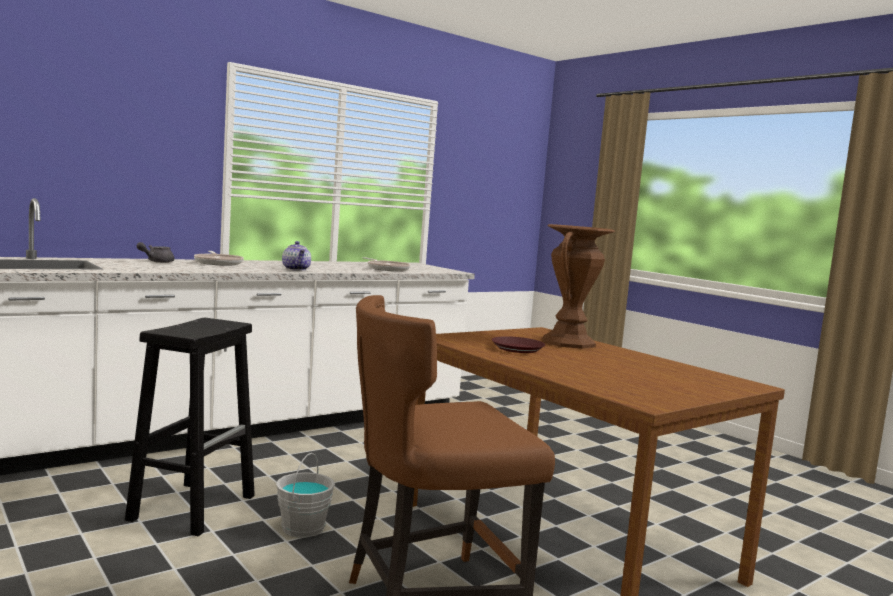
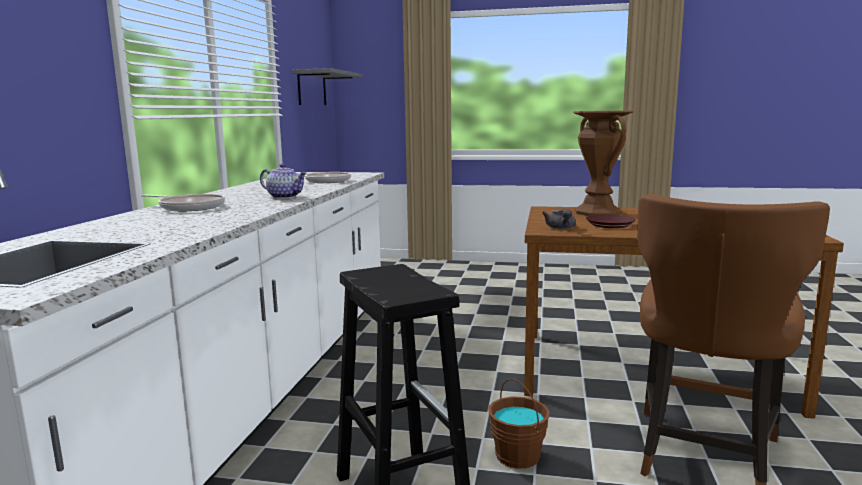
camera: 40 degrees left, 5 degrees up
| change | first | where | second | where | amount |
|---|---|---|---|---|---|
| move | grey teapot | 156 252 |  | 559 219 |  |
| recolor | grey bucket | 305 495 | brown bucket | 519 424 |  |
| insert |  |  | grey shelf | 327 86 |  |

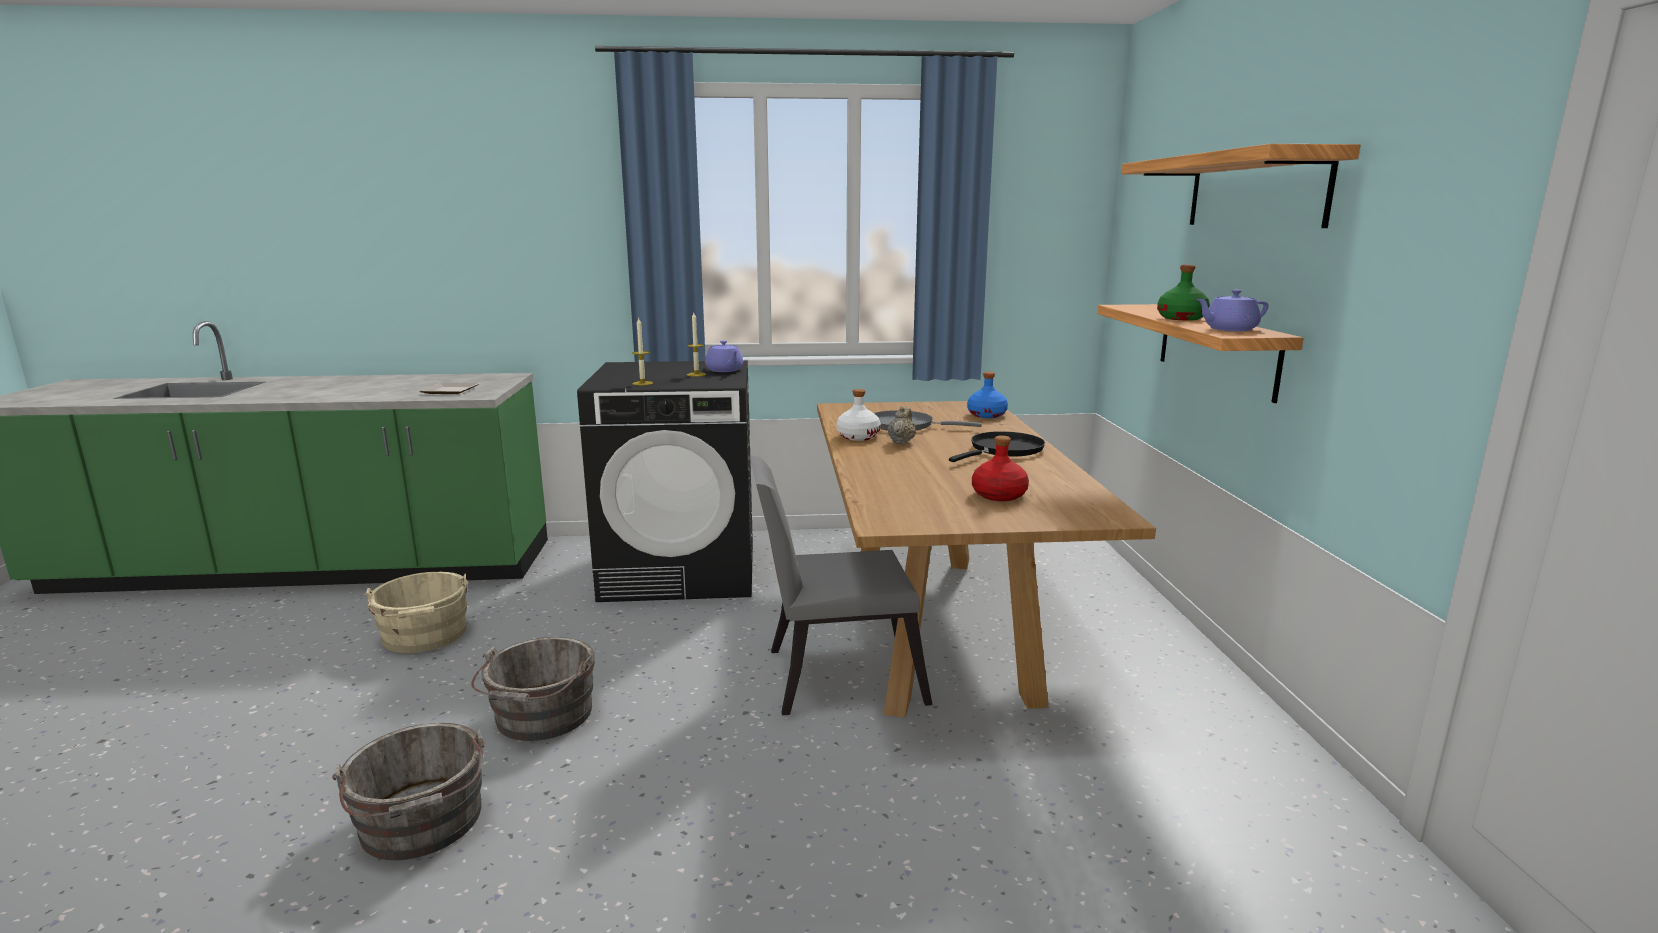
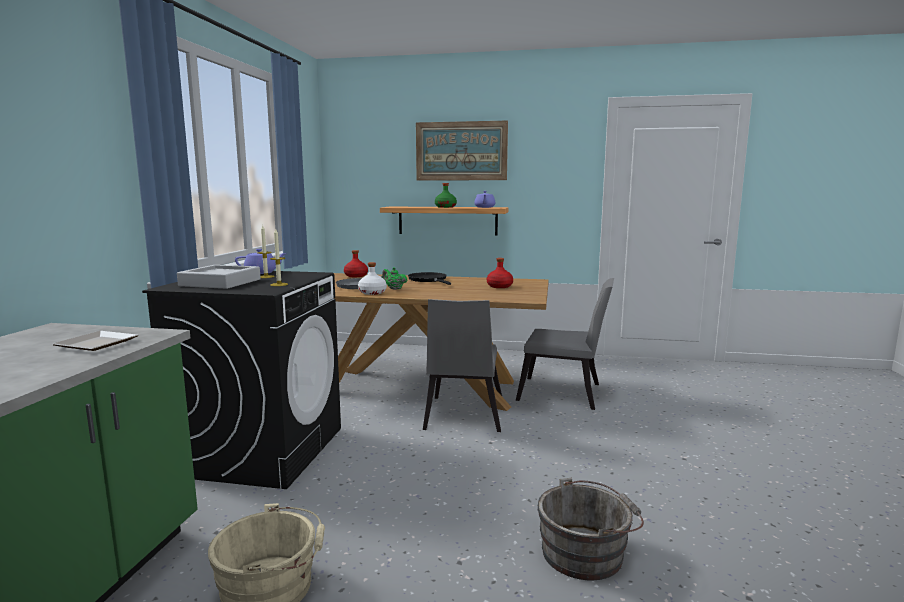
camera: 75 degrees left, 5 degrees down
| change | first | where | second | where | amount |
|---|---|---|---|---|---|
| replace | shelf | 1241 186 | picture | 462 150 |  |
| recolor | blue bottle | 987 395 | red bottle | 356 263 |  |
| recolor | beige teapot | 902 425 | green teapot | 394 278 |  |
| delete | grey bucket | 533 689 |  |  |  |
| insert |  |  | grey tray | 219 277 |  |
| insert |  |  | grey chair | 565 344 |  |

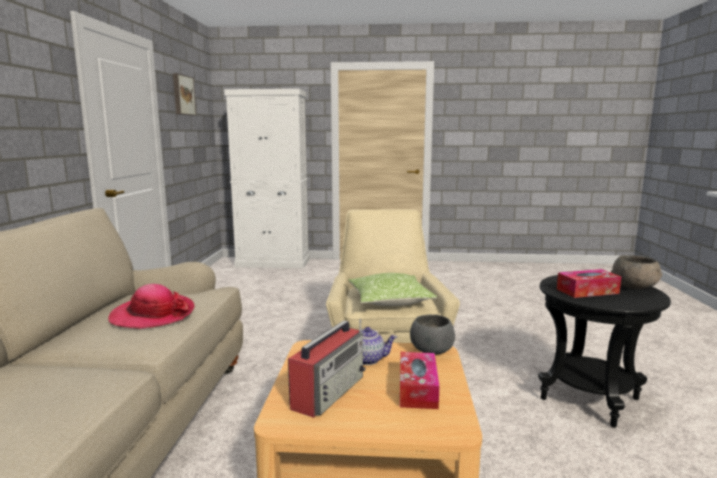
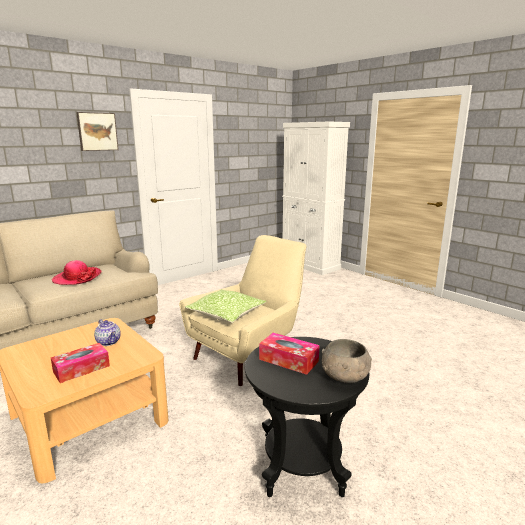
camera: 45 degrees right, 5 degrees up
| change | first | where | second | where | amount |
|---|---|---|---|---|---|
| move | picture | 184 94 |  | 97 131 |  |
| delete | grey bowl | 432 334 |  |  |  |
| delete | radio | 327 368 |  |  |  |

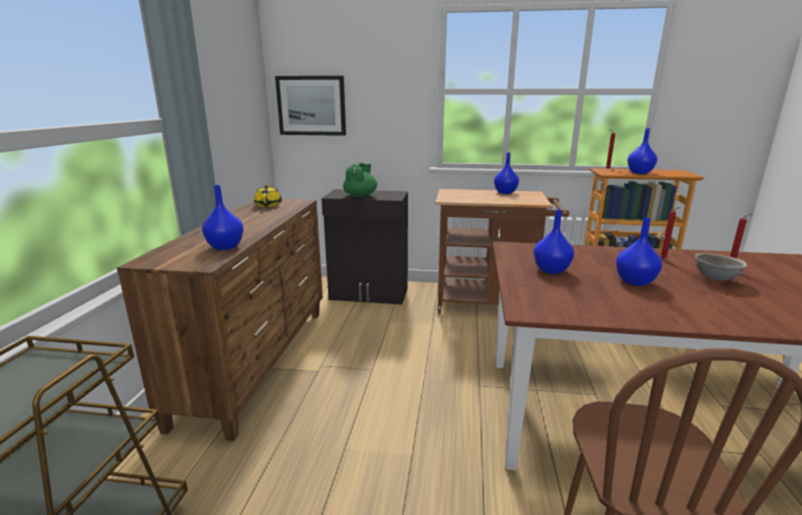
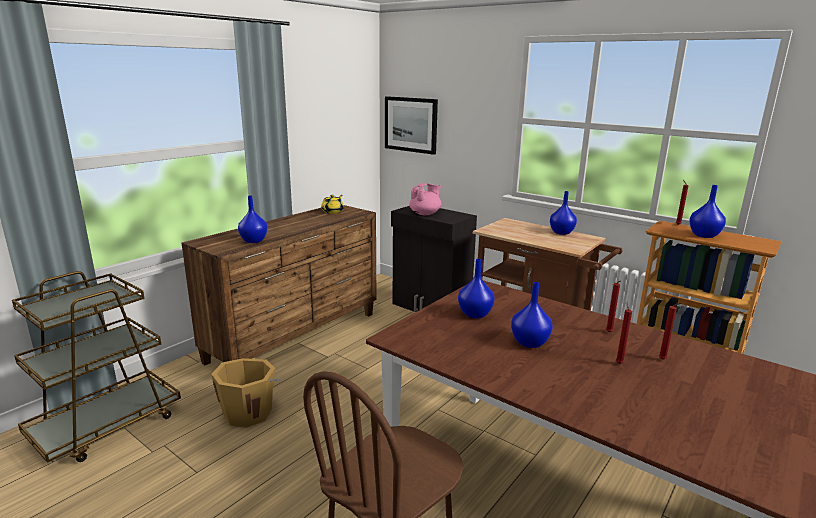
camera: 30 degrees right, 0 degrees up
| change | first | where | second | where | amount |
|---|---|---|---|---|---|
| recolor | green teapot | 360 180 | pink teapot | 425 199 |  |
| replace | grey bowl | 721 267 | red candle | 624 333 |  |
| insert |  |  | orange bucket | 246 392 |  |

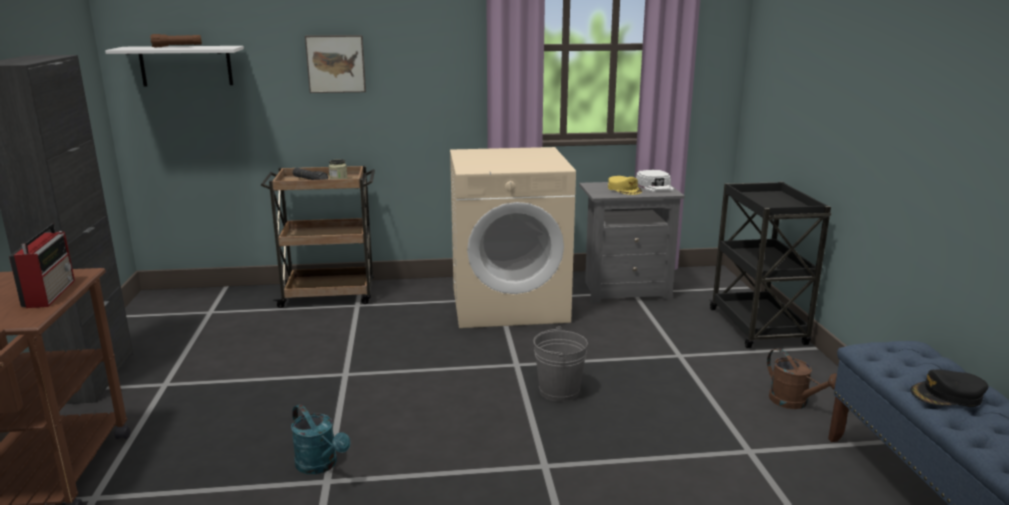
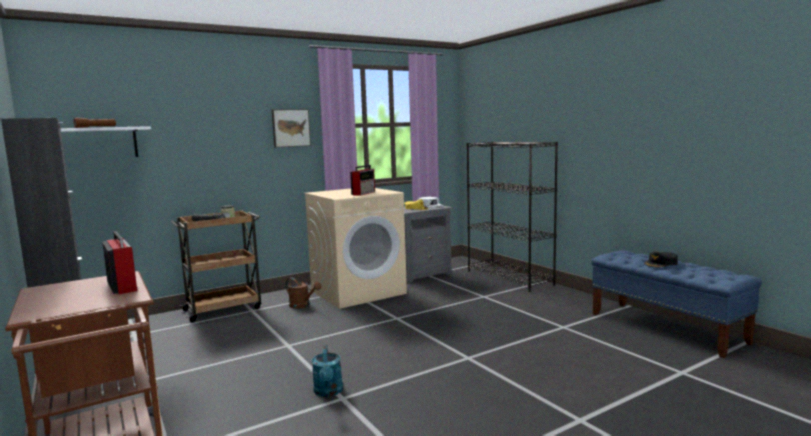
camera: 25 degrees left, 10 degrees down
| change | first | where | second | where | amount |
|---|---|---|---|---|---|
| move | picture | 335 64 |  | 291 128 |  |
| replace | black cart | 770 265 | black bookcase | 512 217 |  |
| delete | grey bucket | 560 364 |  |  |  |
| move | brown watering can | 802 378 |  | 303 293 |  |
| rotate | turquoise watering can | 320 439 |  | 327 370 | 60 degrees clockwise |
| insert |  |  | radio | 362 180 |  |

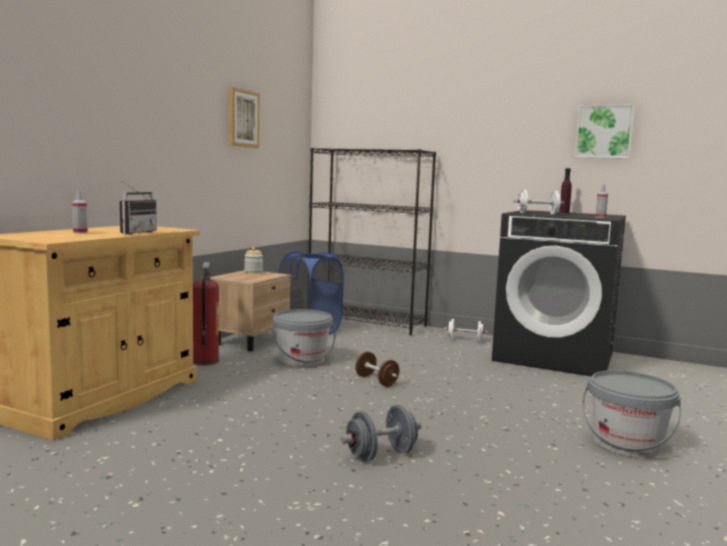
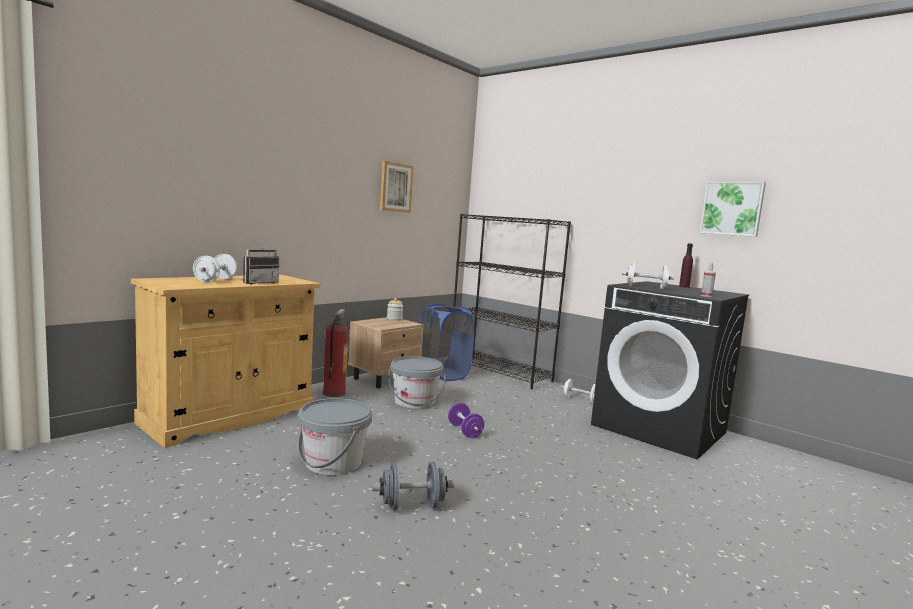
camera: 15 degrees right, 0 degrees up
| change | first | where | second | where | amount |
|---|---|---|---|---|---|
| replace | spray bottle | 80 212 | white dumbbell | 215 268 |  |
| recolor | brown dumbbell | 377 369 | purple dumbbell | 466 420 |  |
| move | grey bucket | 631 414 |  | 335 436 |  |

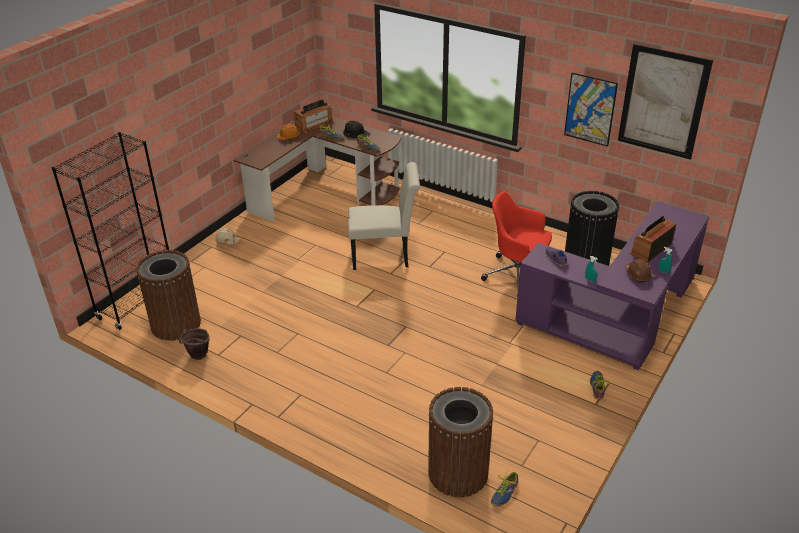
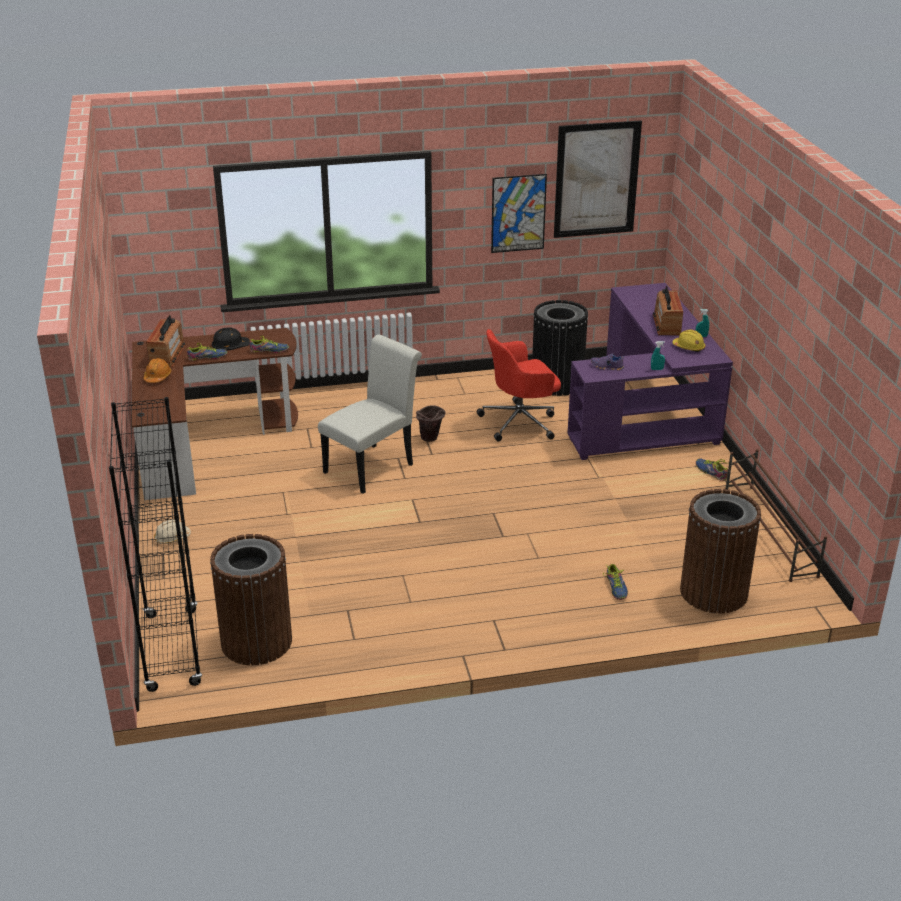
camera: 45 degrees left, 5 degrees down
| change | first | where | second | where | amount |
|---|---|---|---|---|---|
| recolor | brown hard hat | 638 270 | yellow hard hat | 689 341 |  |
| move | brown bucket | 194 344 |  | 430 423 |  |
| move | shoe | 504 488 |  | 615 582 |  |
| insert |  |  | brown shoe rack | 776 515 |  |

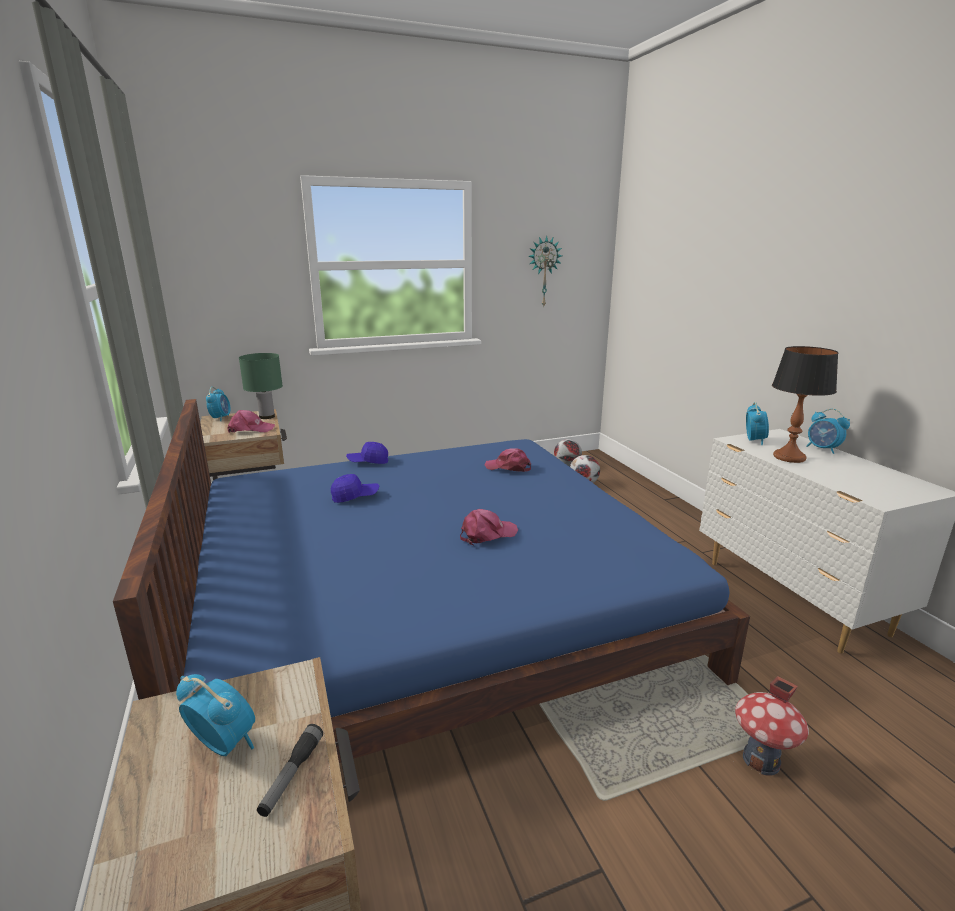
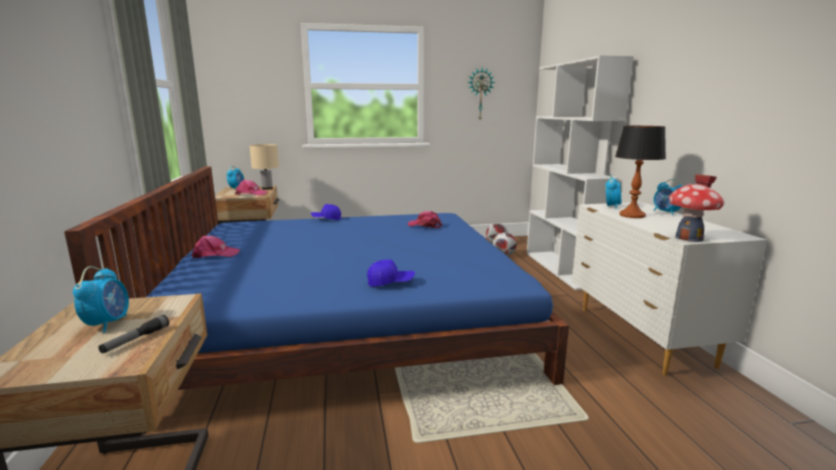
camera: 10 degrees right, 5 degrees down
| change | first | where | second | where | amount |
|---|---|---|---|---|---|
| recolor | green table lamp | 261 386 | beige table lamp | 264 167 |  |
| move | blue cap | 355 488 |  | 391 273 |  |
| move | pink cap | 489 527 |  | 216 247 |  |
| rotate | alarm clock | 215 715 |  | 101 299 | 45 degrees clockwise |
| move | toy house | 772 726 |  | 697 208 |  |
| insert |  |  | white bookcase | 580 172 |  |

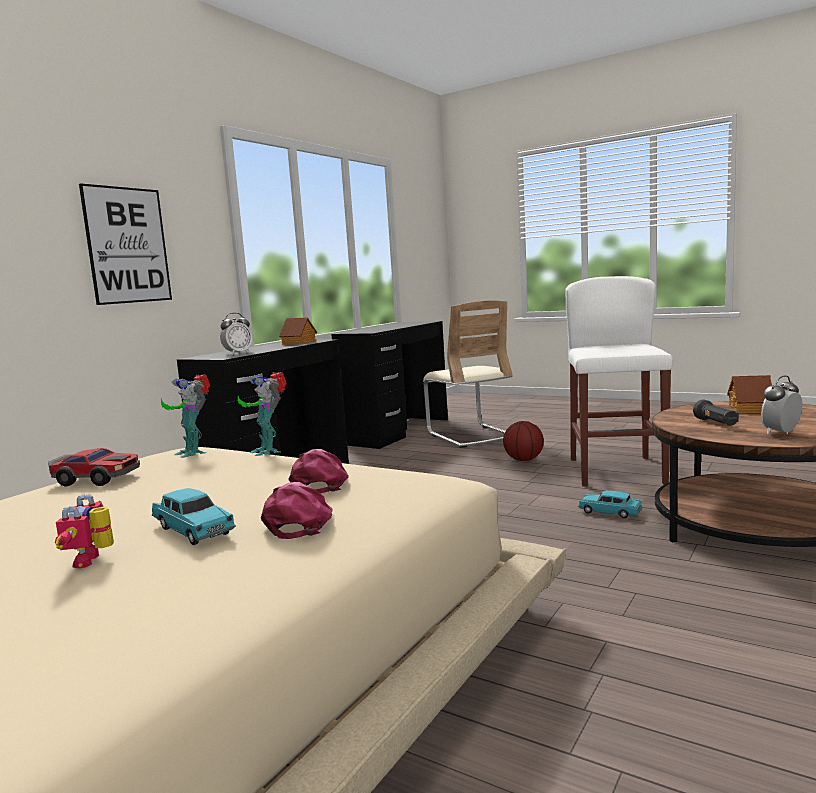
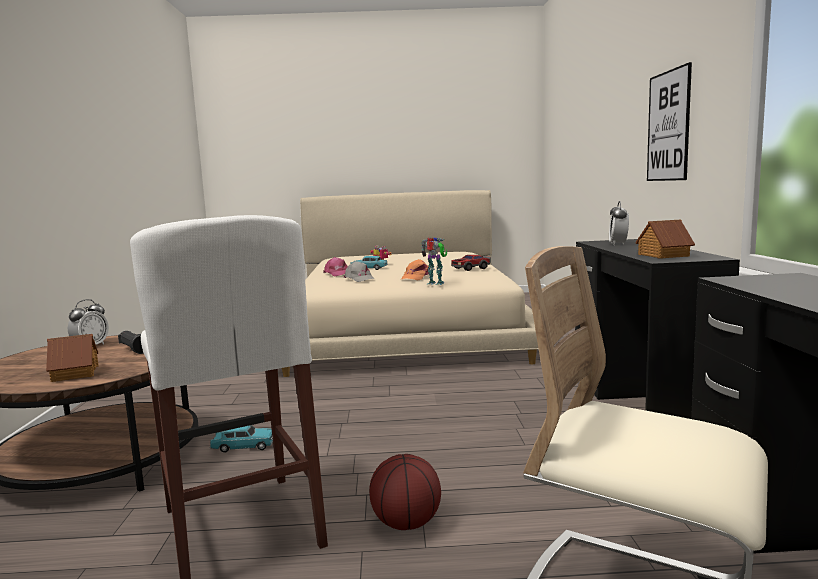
camera: 145 degrees right, 0 degrees up
| change | first | where | second | where | amount |
|---|---|---|---|---|---|
| delete | toy robot | 185 416 |  |  |  |
| recolor | pink cap | 318 471 | grey cap | 359 271 |  |
| insert |  |  | orange cap | 415 270 |  |

